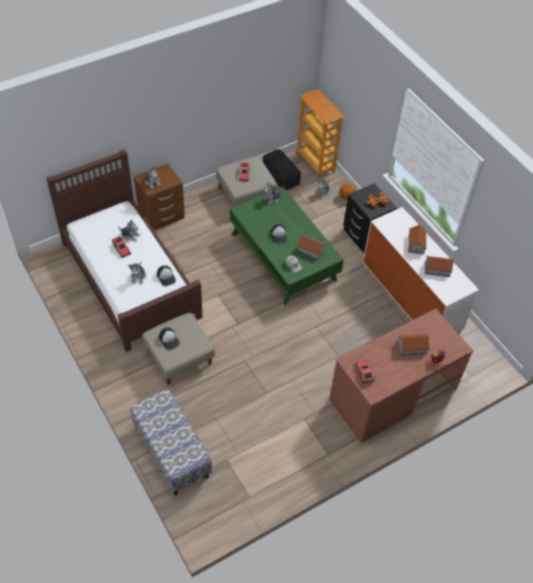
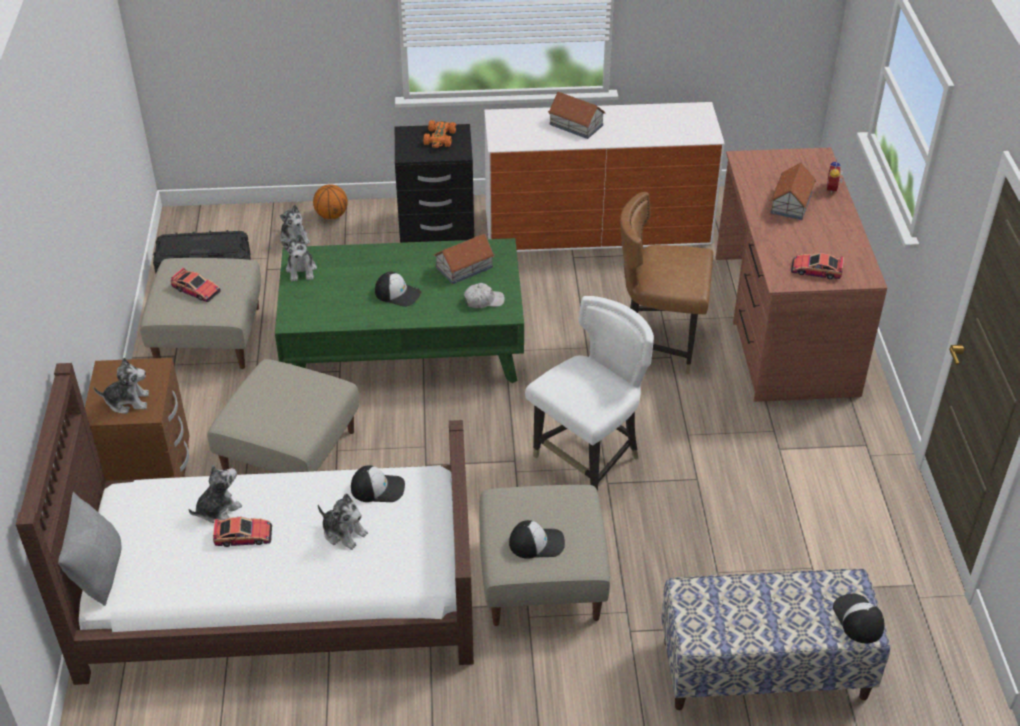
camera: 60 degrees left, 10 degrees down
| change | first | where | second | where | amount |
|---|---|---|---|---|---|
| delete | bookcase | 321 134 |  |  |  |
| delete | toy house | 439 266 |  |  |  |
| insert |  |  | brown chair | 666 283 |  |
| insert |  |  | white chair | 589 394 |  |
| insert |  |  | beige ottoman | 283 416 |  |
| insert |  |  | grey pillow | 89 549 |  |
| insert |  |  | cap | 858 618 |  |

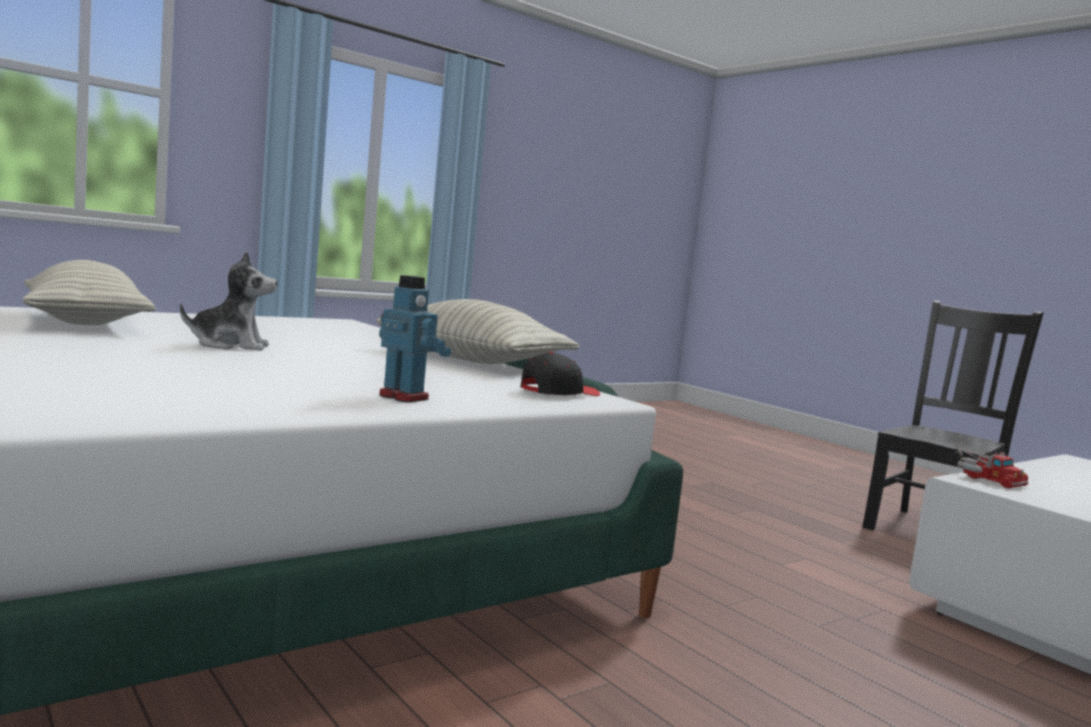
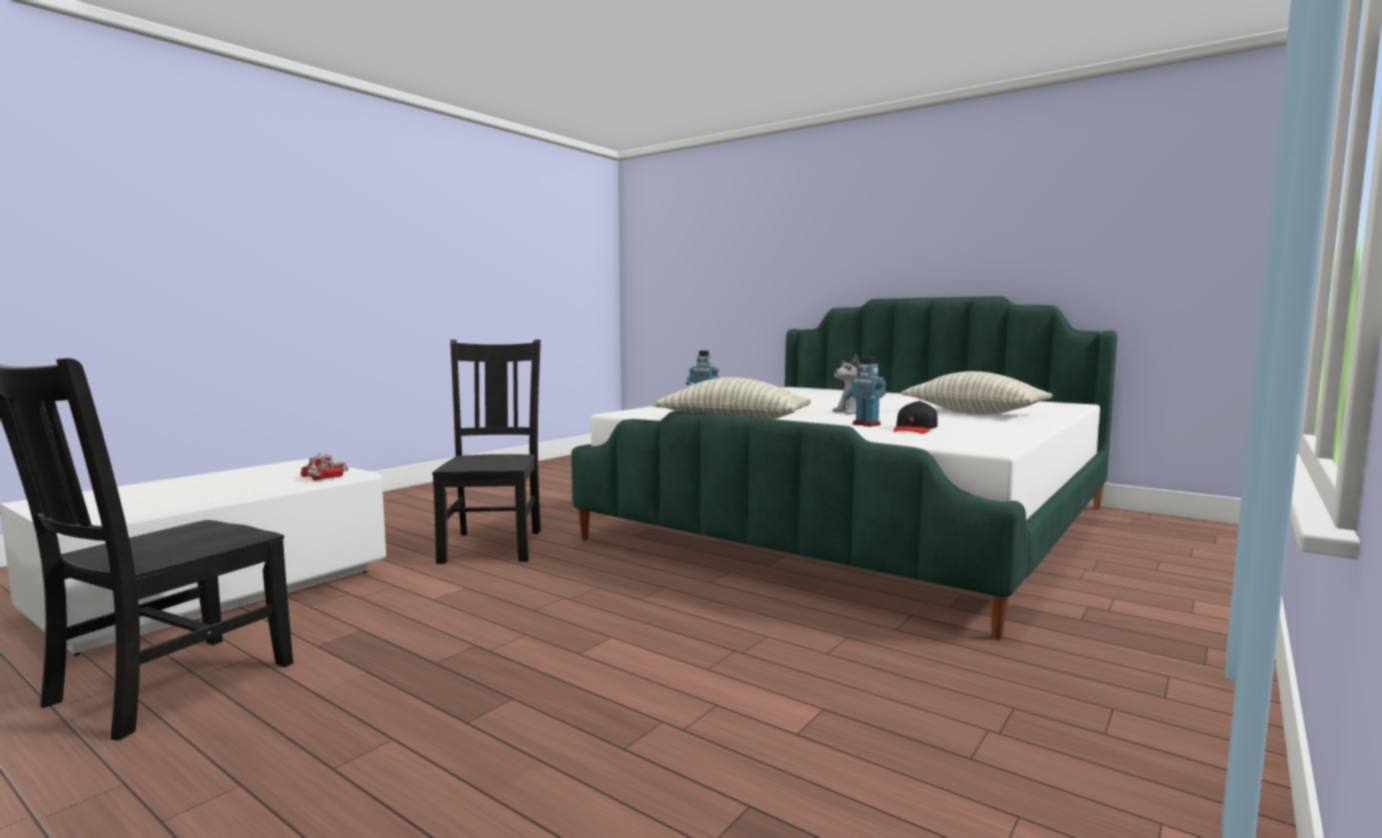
camera: 165 degrees right, 0 degrees up
| change | first | where | second | where | amount |
|---|---|---|---|---|---|
| move | black cap | 560 374 |  | 916 417 |  |
| insert |  |  | black chair | 486 452 |  |
| insert |  |  | toy robot | 864 392 |  |

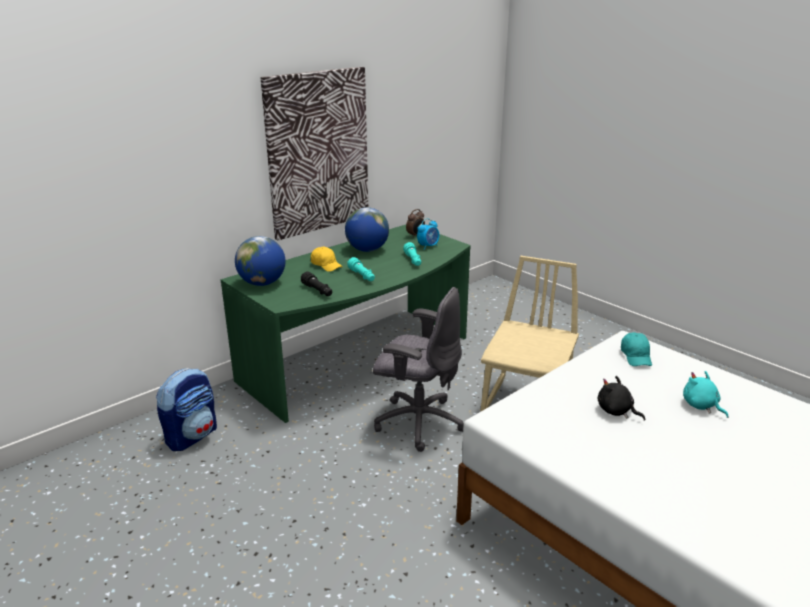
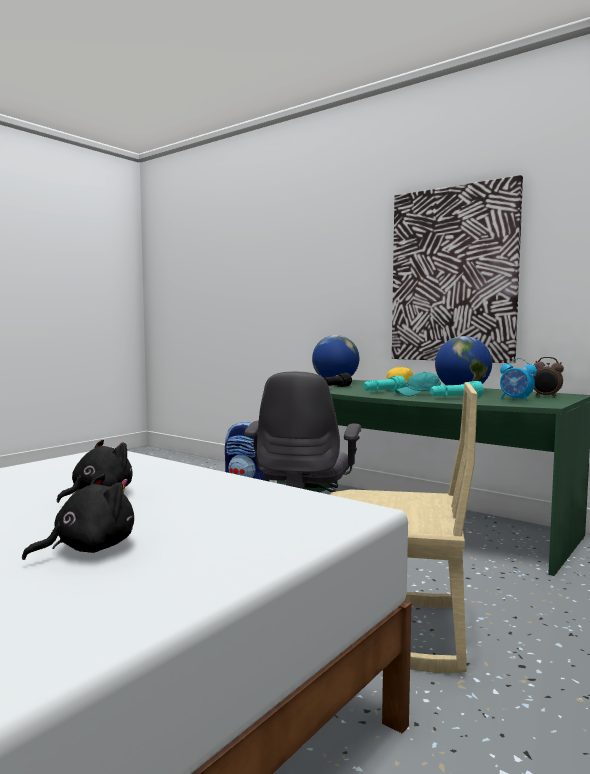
camera: 80 degrees right, 20 degrees down
| change | first | where | second | where | amount |
|---|---|---|---|---|---|
| move | turquoise cap | 636 349 |  | 418 384 |  |
| recolor | turquoise plush toy | 705 394 | black plush toy | 78 517 |  |

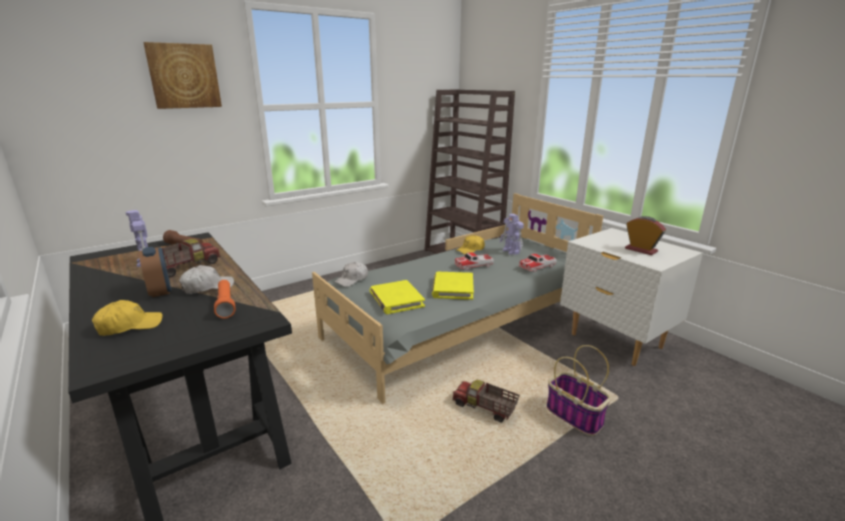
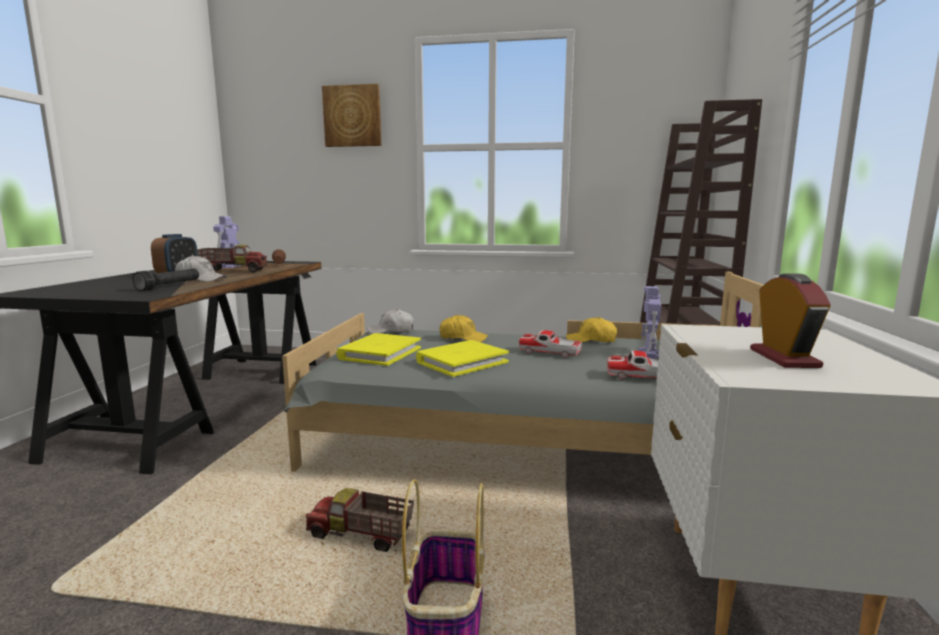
camera: 45 degrees right, 10 degrees down
| change | first | where | second | where | amount |
|---|---|---|---|---|---|
| recolor | orange flashlight | 225 299 | black flashlight | 166 280 |  |
| move | yellow cap | 127 318 |  | 464 328 |  |
| rotate | toy truck | 486 401 |  | 359 520 | 60 degrees counterclockwise |

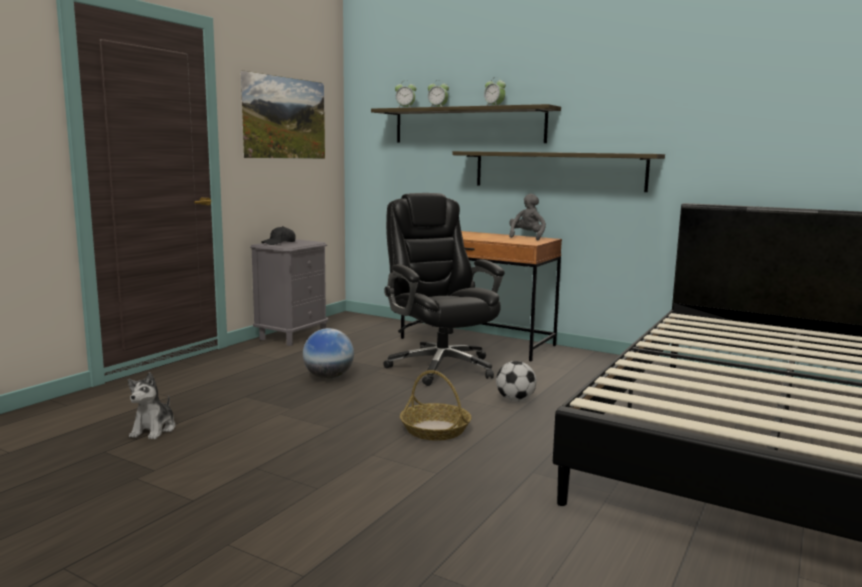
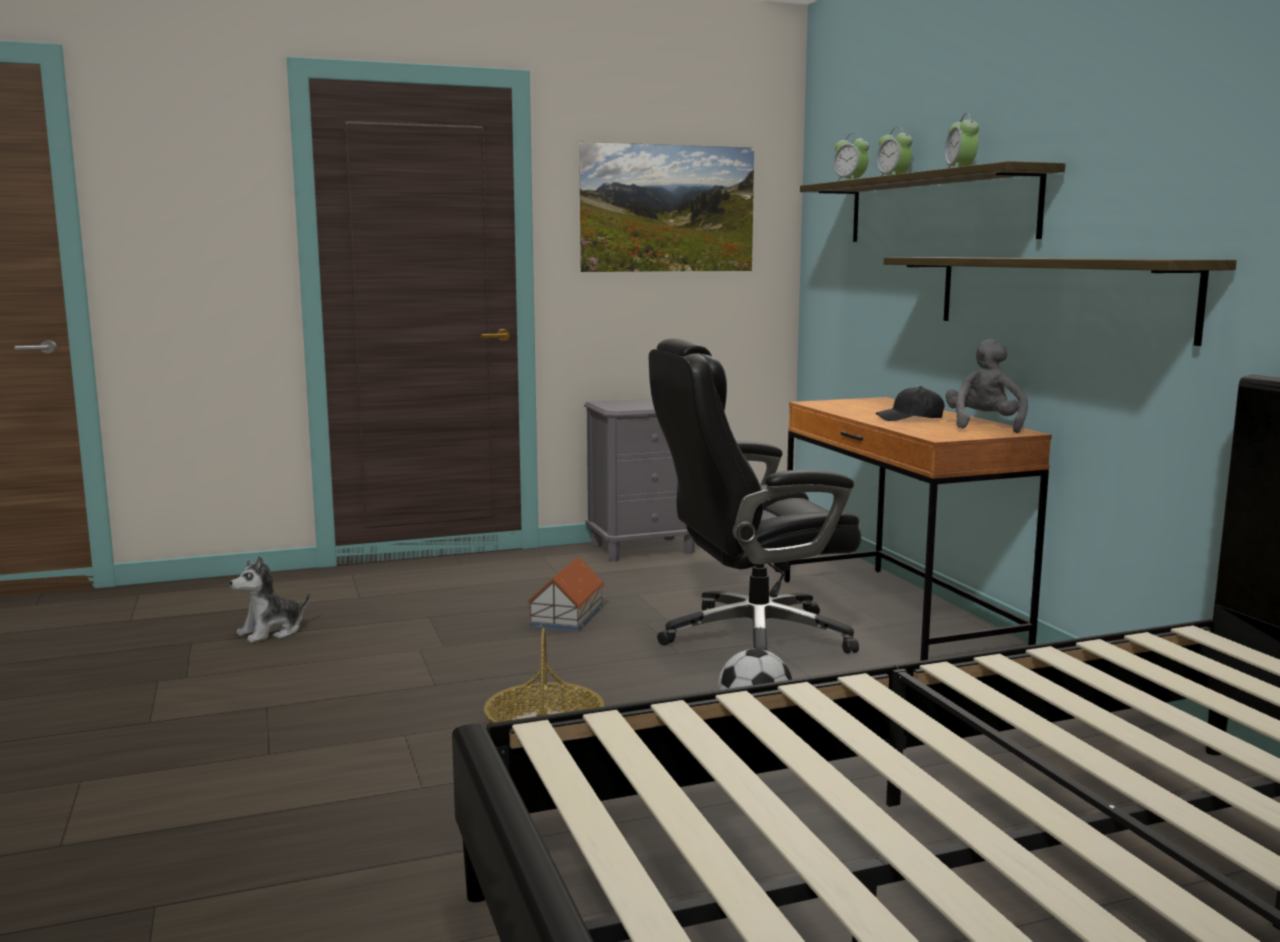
camera: 40 degrees right, 0 degrees up
| change | first | where | second | where | amount |
|---|---|---|---|---|---|
| rotate | black office chair | 444 289 |  | 755 496 | 120 degrees counterclockwise |
| rotate | grey plush toy | 527 217 |  | 986 386 | 45 degrees counterclockwise |
| move | black cap | 278 235 |  | 910 403 |  |
| replace | globe | 328 353 | toy house | 565 594 |  |

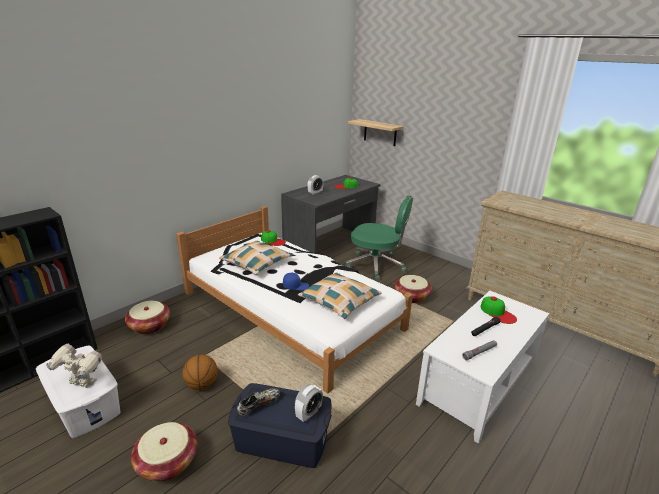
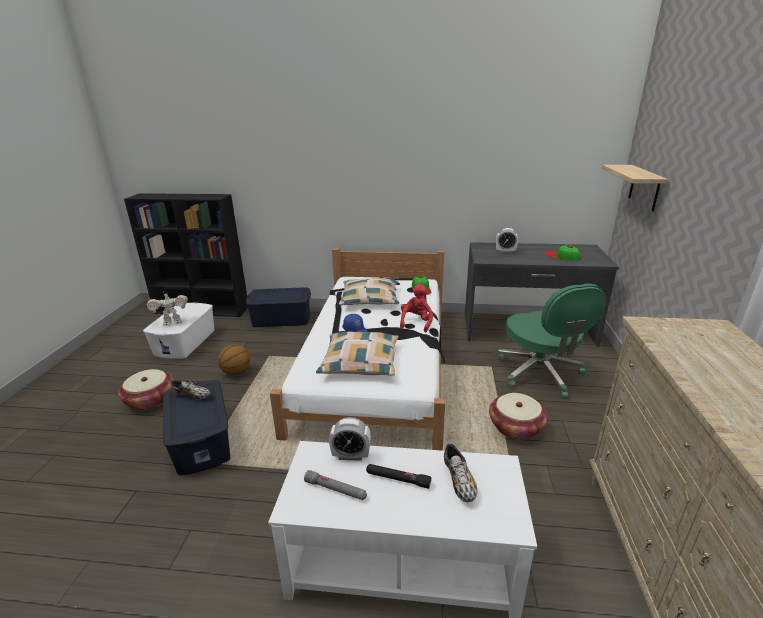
camera: 55 degrees right, 0 degrees up
| change | first | where | second | where | amount |
|---|---|---|---|---|---|
| replace | cap | 499 310 | shoe | 460 473 |  |
| replace | basket | 147 317 | blue storage box | 278 307 |  |
| rotate | toy robot | 74 366 |  | 167 309 | 90 degrees clockwise |
| move | alarm clock | 309 403 |  | 350 439 |  |
| insert |  |  | red plush toy | 416 307 |  |

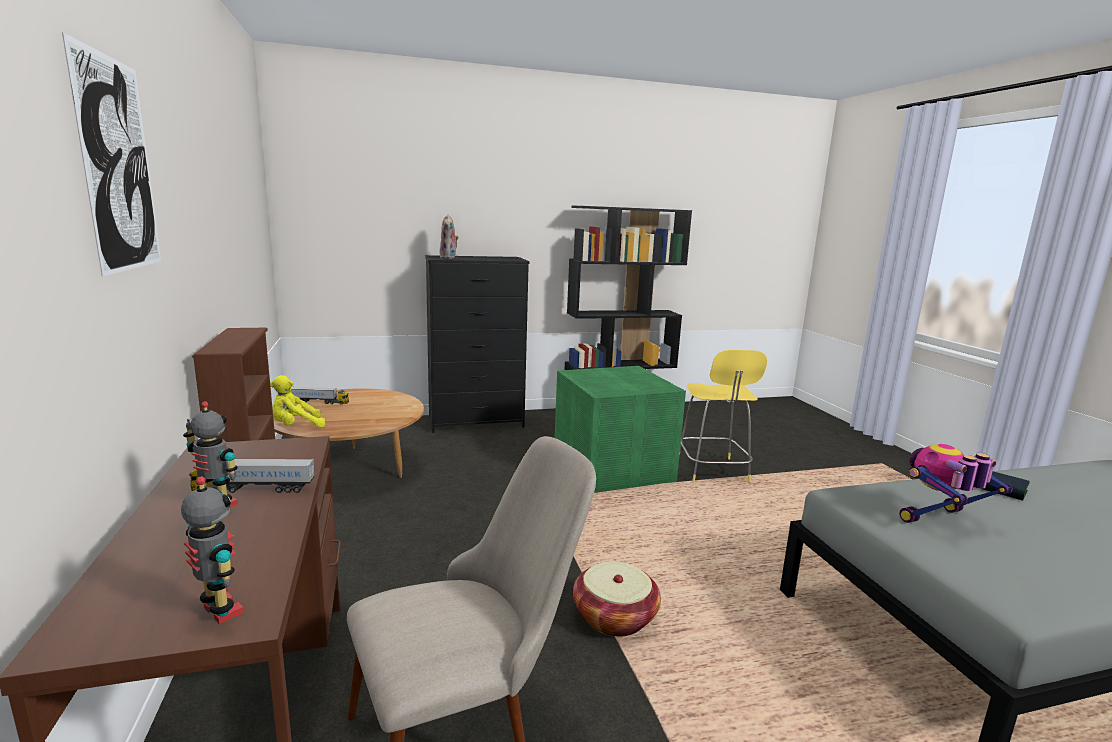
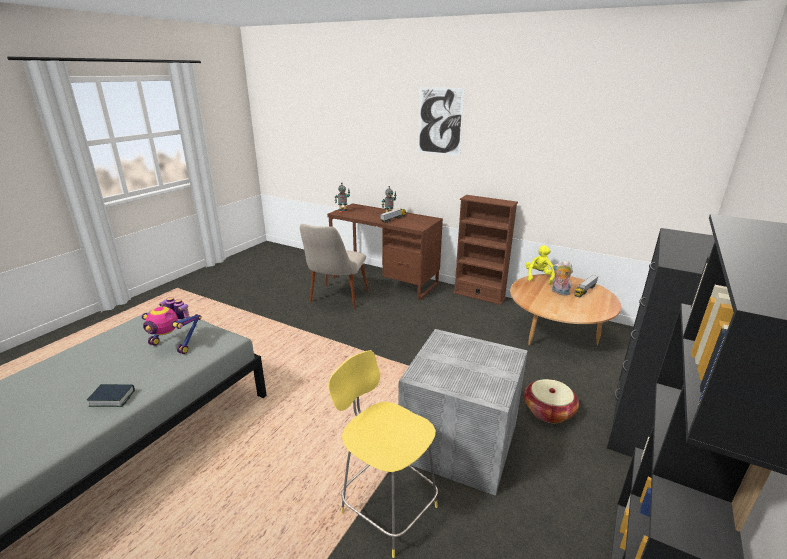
camera: 135 degrees right, 10 degrees up
| change | first | where | second | where | amount |
|---|---|---|---|---|---|
| move | plush toy | 449 236 |  | 562 278 |  |
| recolor | green storage box | 620 429 | grey storage box | 463 412 |  |
| rotate | toy robot | 956 483 |  | 172 325 | 90 degrees clockwise |
| move | basket | 617 599 |  | 551 401 |  |

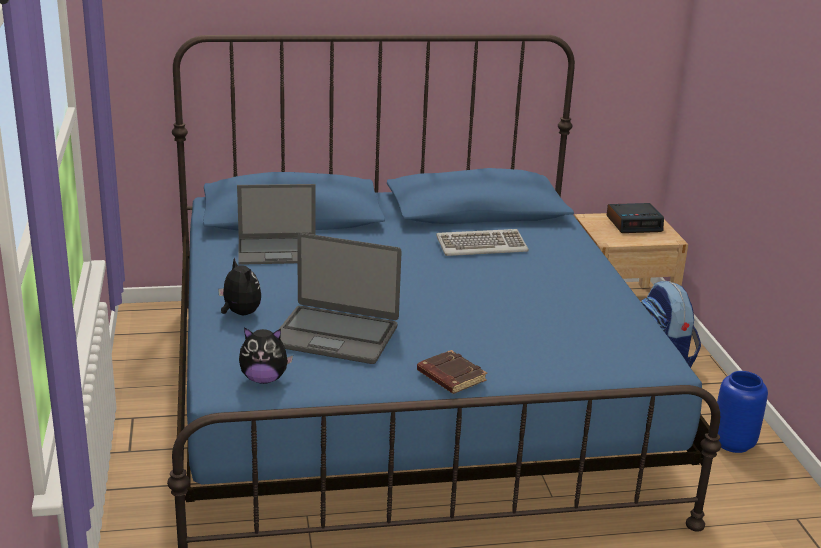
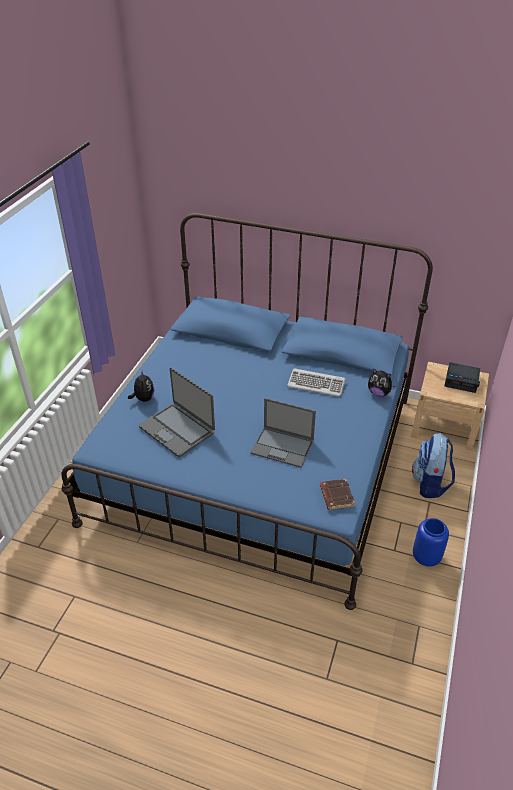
camera: 30 degrees right, 15 degrees up
| change | first | where | second | where | amount |
|---|---|---|---|---|---|
| move | laptop | 276 224 |  | 283 433 |  |
| move | plush toy | 266 356 |  | 382 382 |  |
| move | brown book | 452 372 |  | 337 494 |  |

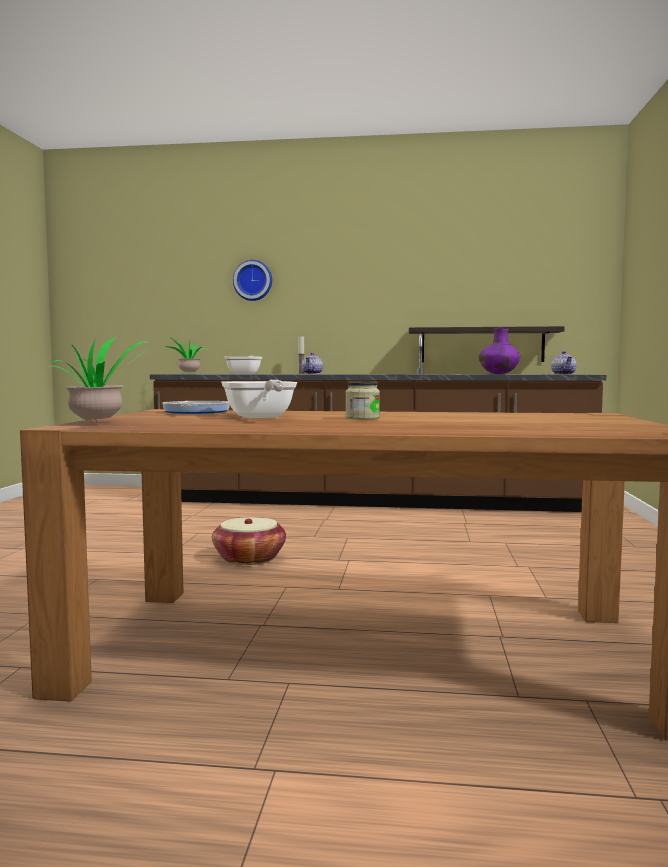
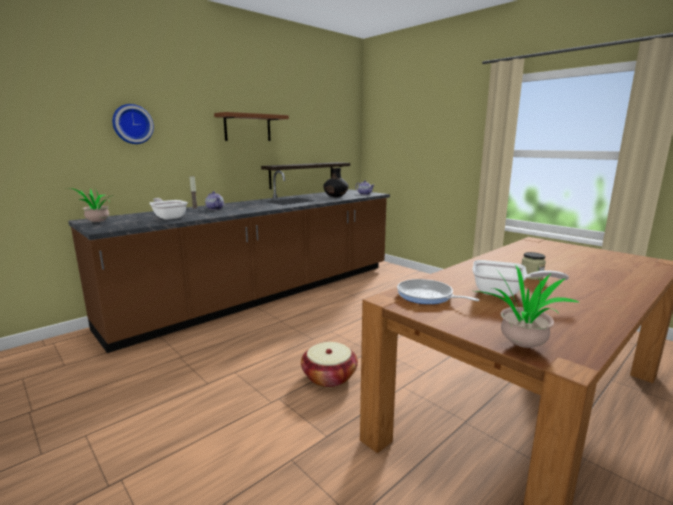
camera: 50 degrees left, 10 degrees up
| change | first | where | second | where | amount |
|---|---|---|---|---|---|
| recolor | purple vase | 499 351 | black vase | 336 182 |  |
| insert |  |  | brown shelf | 251 126 |  |

